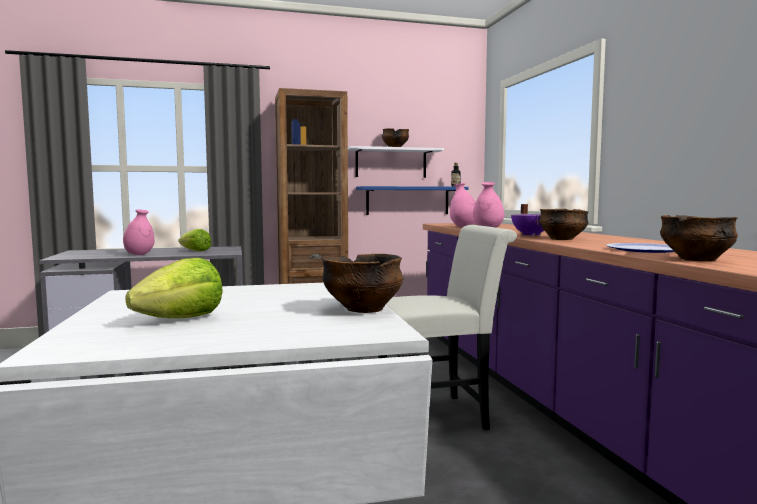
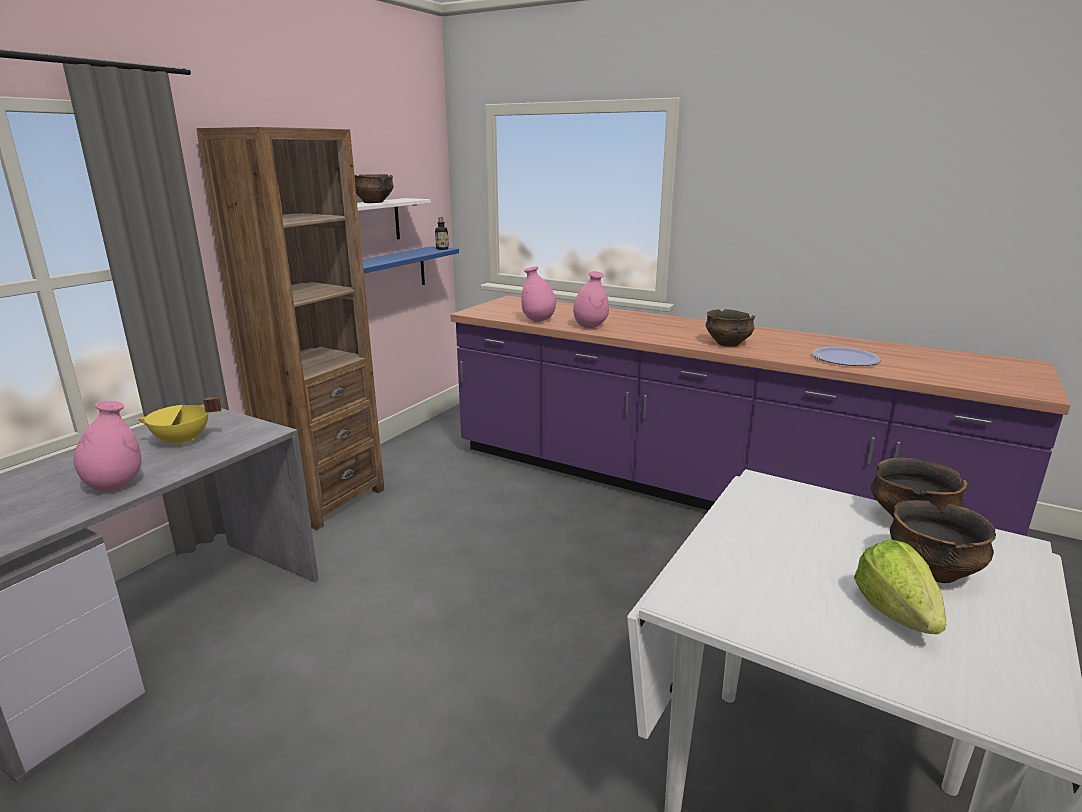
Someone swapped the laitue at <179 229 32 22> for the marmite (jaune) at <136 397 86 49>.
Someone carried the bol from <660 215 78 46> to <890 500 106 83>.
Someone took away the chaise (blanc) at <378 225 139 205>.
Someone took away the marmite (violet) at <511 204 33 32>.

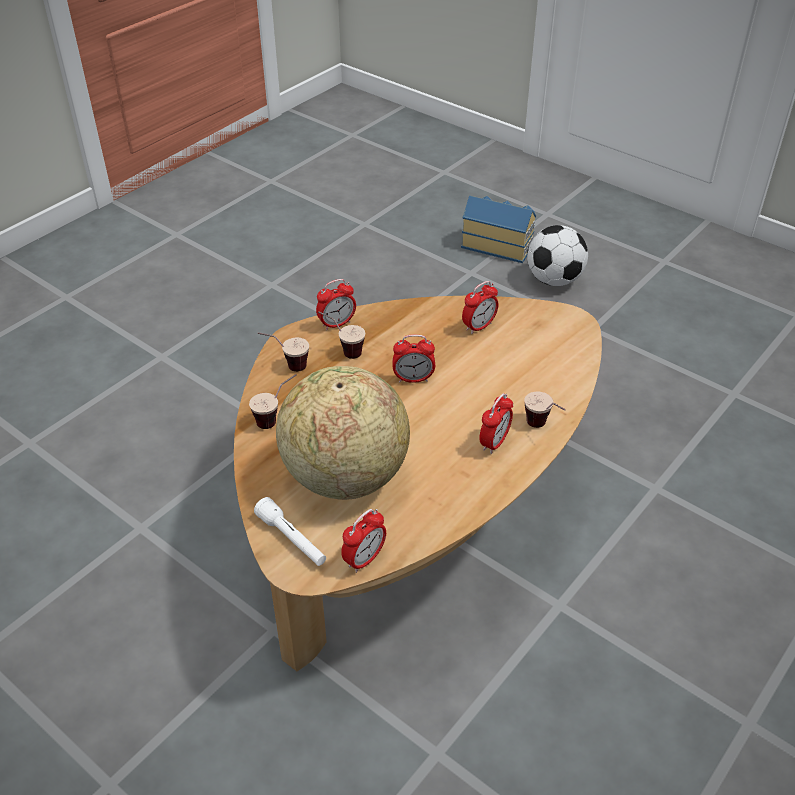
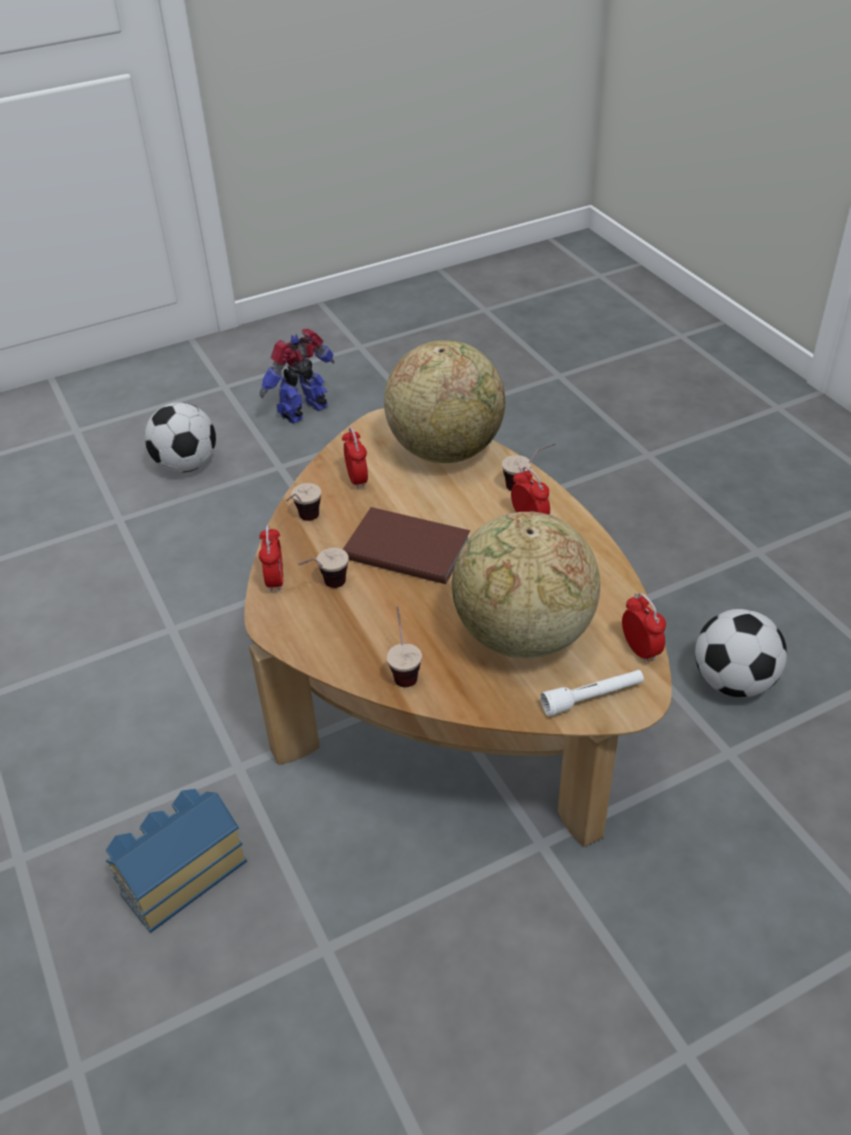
Someone carried the maison miniature from <461 196 75 67> to <106 789 141 144>.
Someone put down the robot jouet at <260 329 74 95>.
Someone carried the tasse from <258 332 51 40> to <286 483 35 38>.
Someone swapped the réveil at <392 335 43 48> for the livre (marron) at <343 507 127 77>.
Someone put down the globe at <384 340 121 123>.
Someone put down the ballon de foot at <695 609 92 88>.

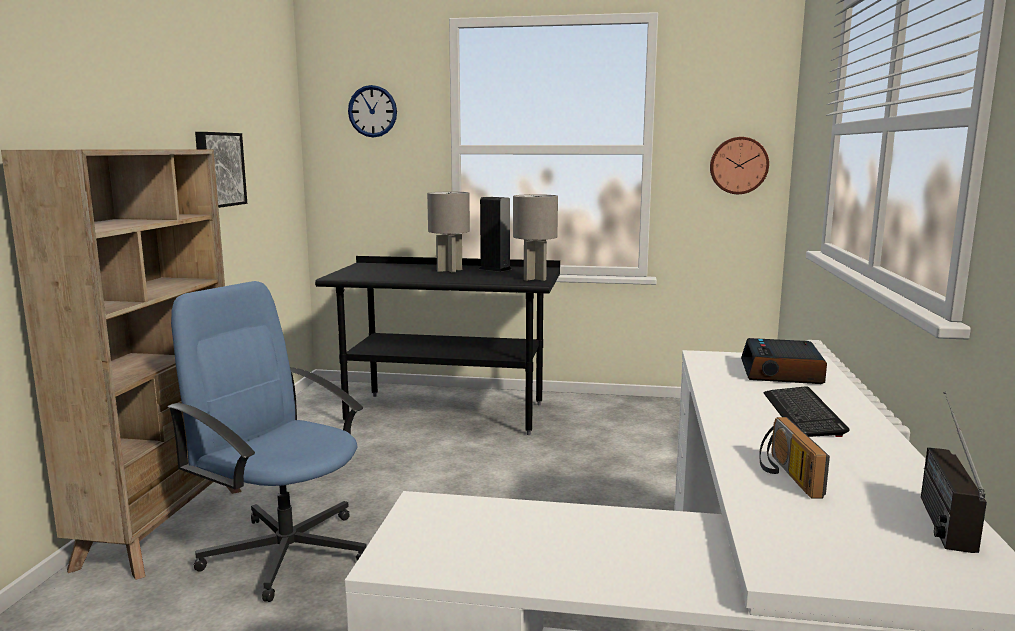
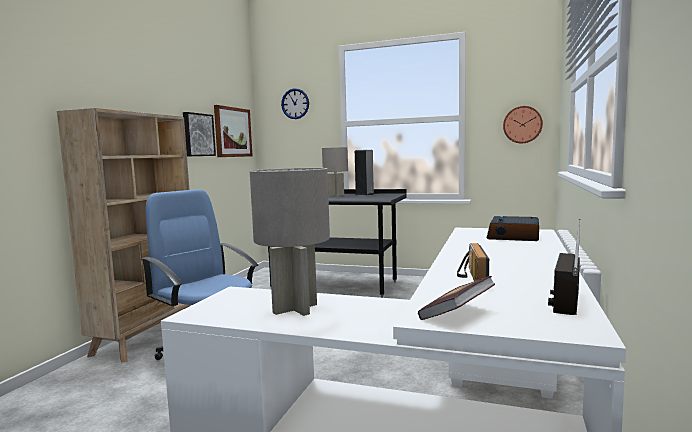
Someone put up the tableau at <214 105 39 52>.
Someone carried the lampe de table (gris) from <513 194 45 87> to <250 168 80 148>.
Someone put down the livre at <418 276 77 44>.
Someone took away the clavier at <764 386 86 51>.

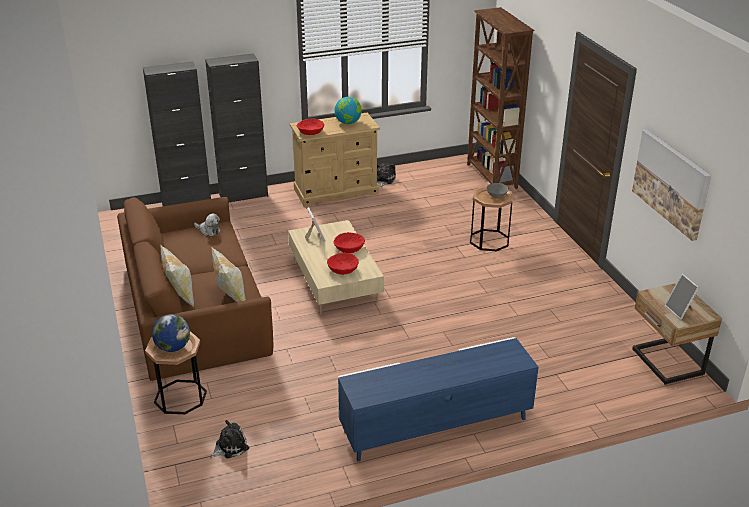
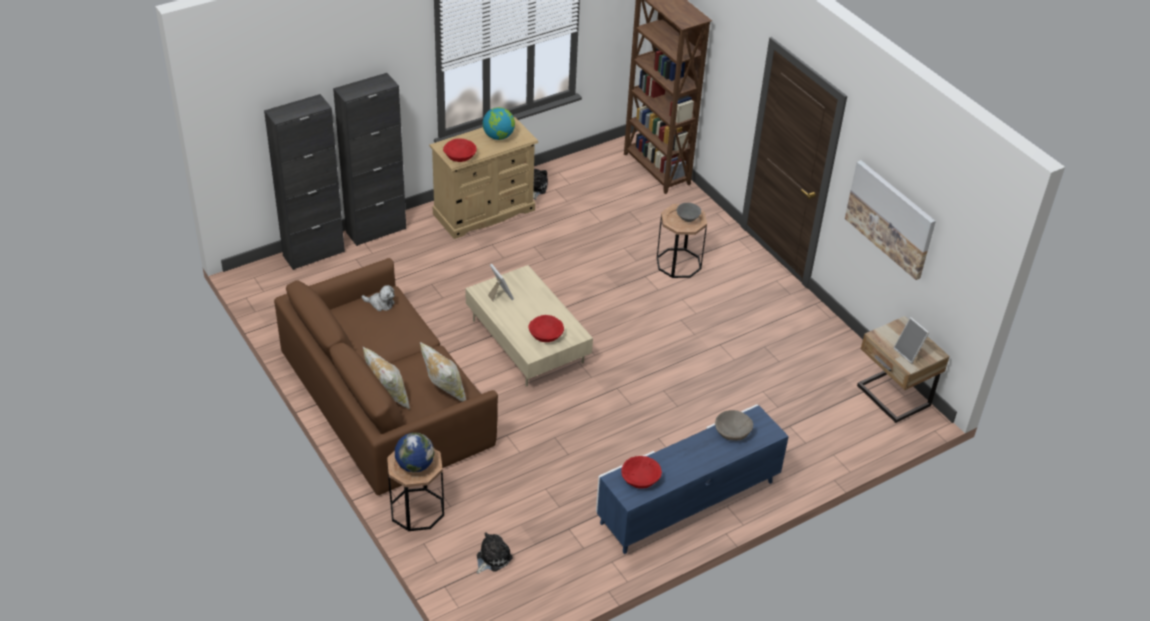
Someone carried the bol (rouge) from <334 232 31 21> to <621 456 41 33>.
Someone put down the bol (beige) at <715 410 38 31>.

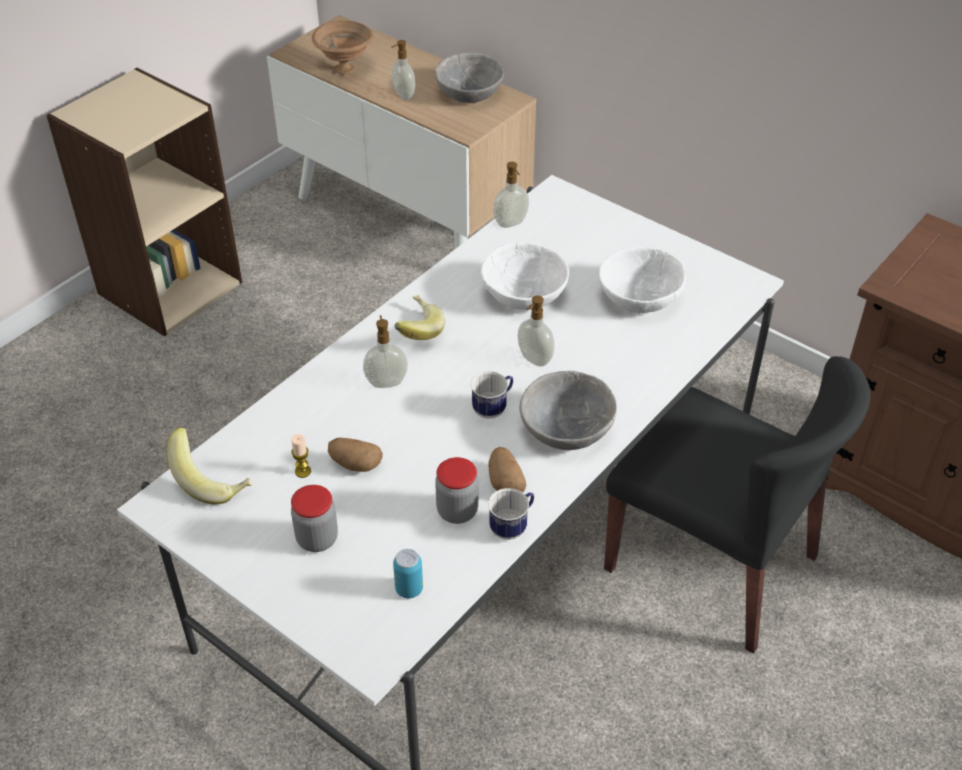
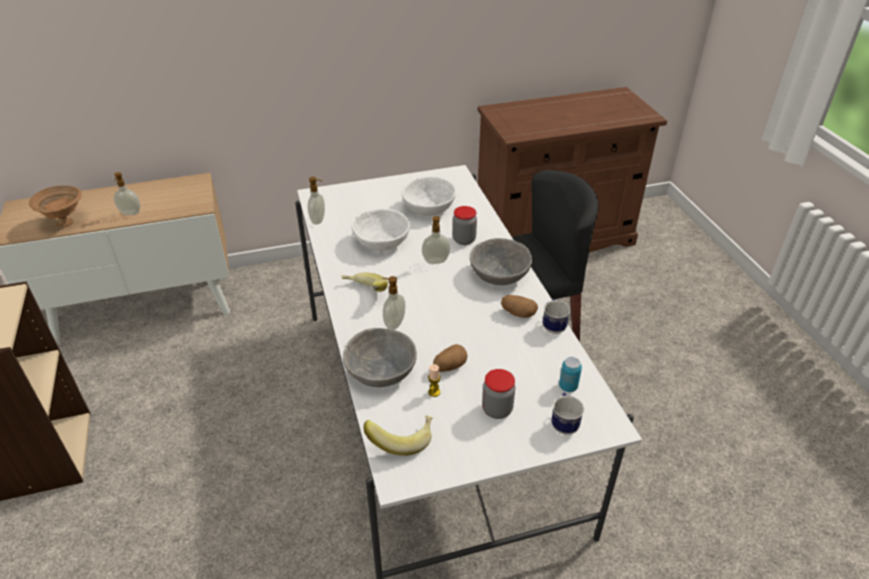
Someone carried the bol (gris) from <435 53 69 50> to <343 328 74 59>.
Someone carried the bocal from <435 457 43 67> to <453 206 24 39>.
Someone carried the mug from <471 371 42 48> to <552 393 32 42>.

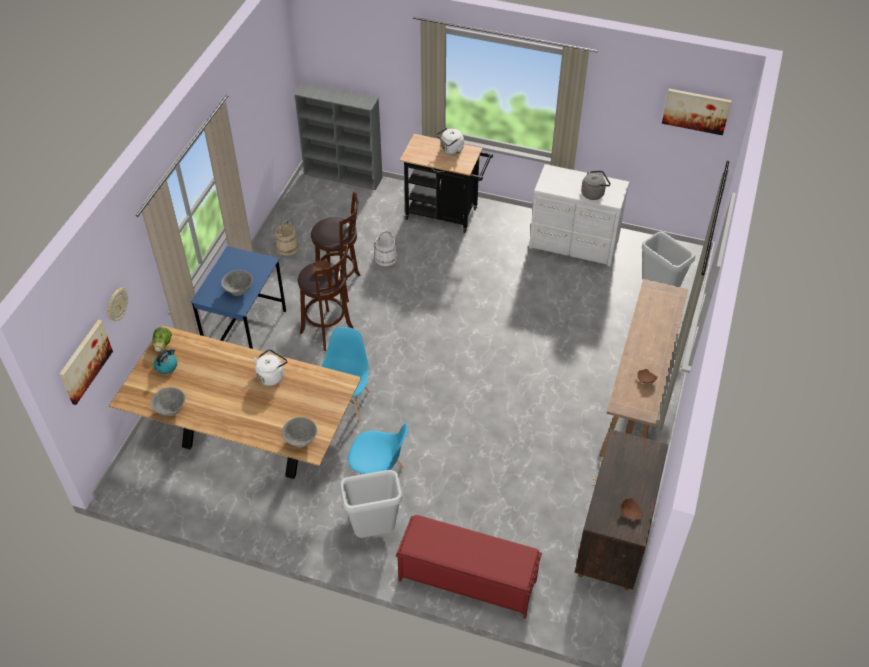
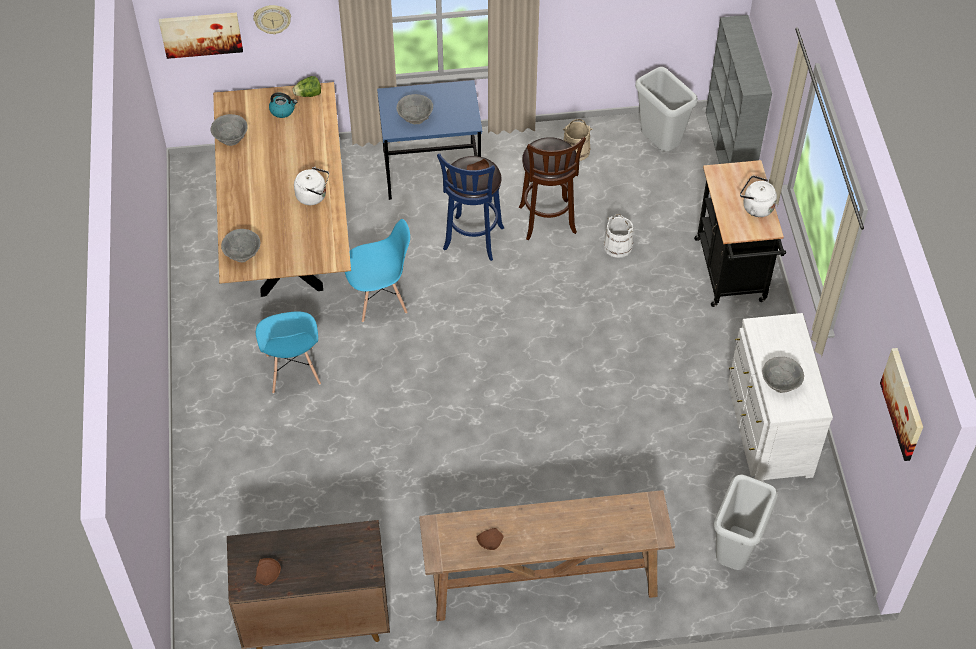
Someone repainted the tabouret (marron) at <298 245 55 106>, which became the tabouret (bleu) at <437 153 67 108>.
Someone carried the poubelle (gris) from <339 470 64 68> to <635 67 63 85>.
Someone swapped the bouilloire (gris) at <581 171 30 29> for the bol (gris) at <762 357 42 36>.
Someone took away the banc (rouge) at <396 515 146 104>.

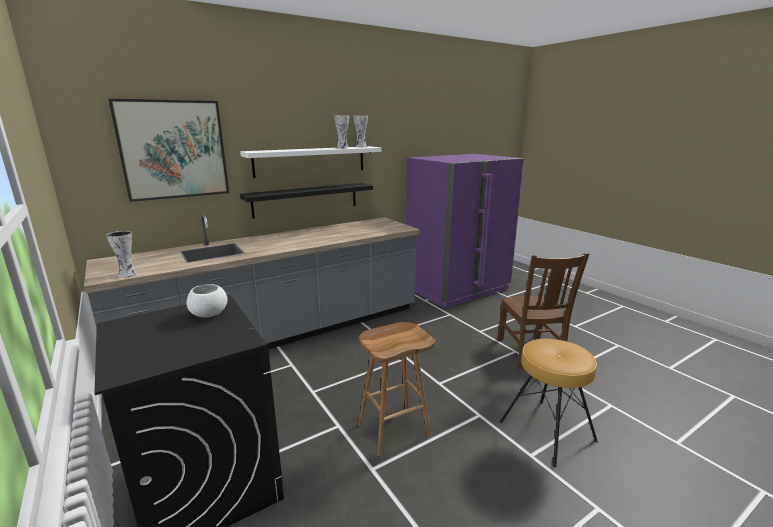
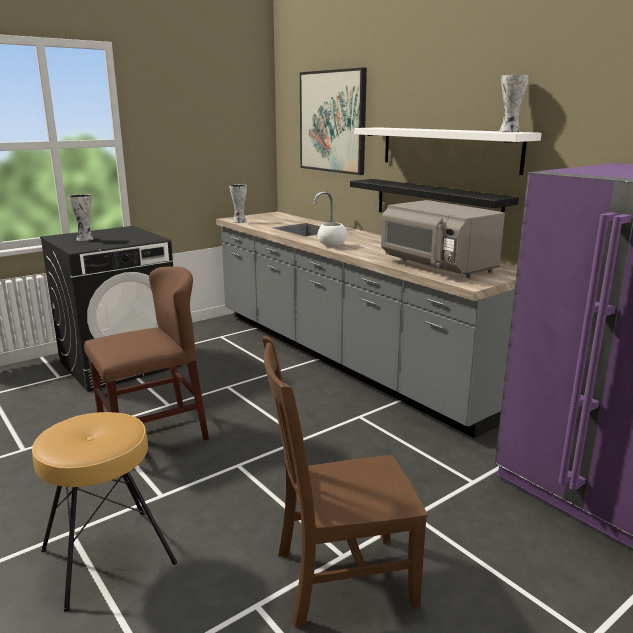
Someone carried the vase from <334 115 15 34> to <68 194 26 47>.
Someone swapped the tabouret (marron) at <358 322 77 134> for the chaise (marron) at <84 266 125 174>.
Someone carried the bol (blanc) from <187 284 40 34> to <318 222 29 25>.
Someone put down the micro-ondes (gris) at <381 200 124 78>.

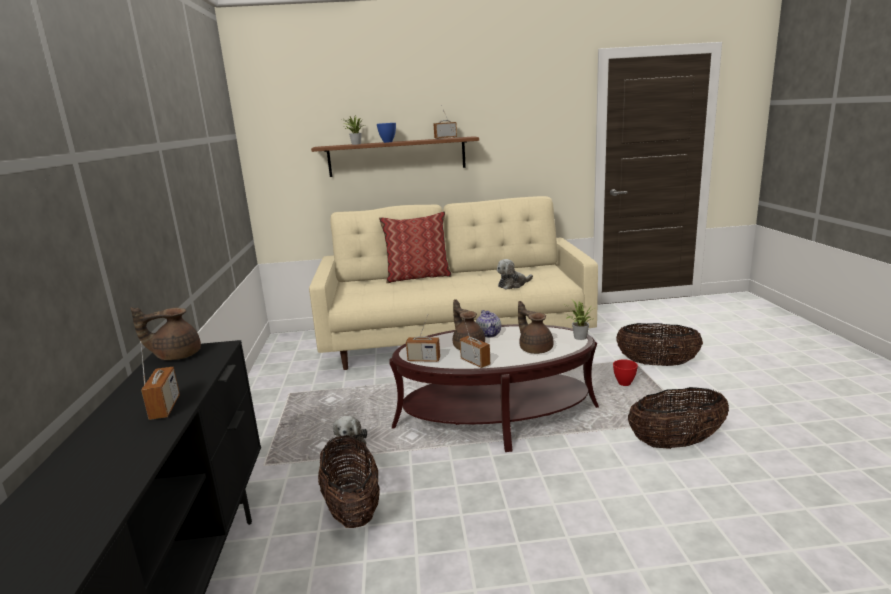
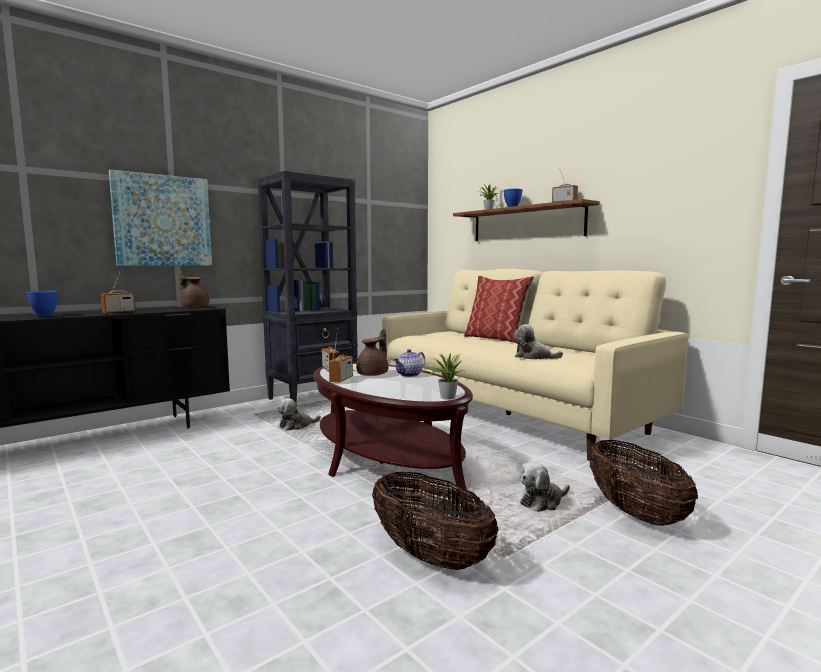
Someone put down the bol (bleu) at <26 291 32 26>.
Someone put up the tableau at <109 169 103 97>.
Someone put down the bibliothèque (noir) at <258 171 100 235>.
Someone swapped the bol (rouge) at <613 359 25 27> for the peluche at <519 462 51 50>.
Someone took away the panier at <318 435 62 93>.
Someone took away the théière (marron) at <518 301 35 53>.

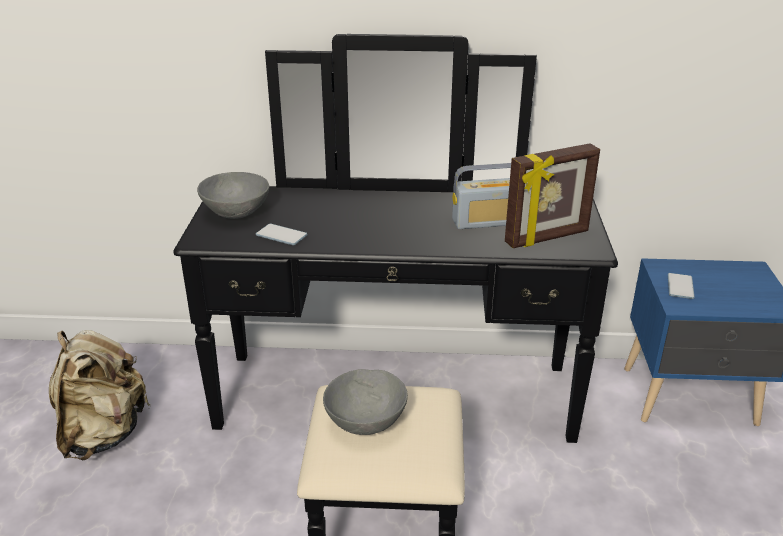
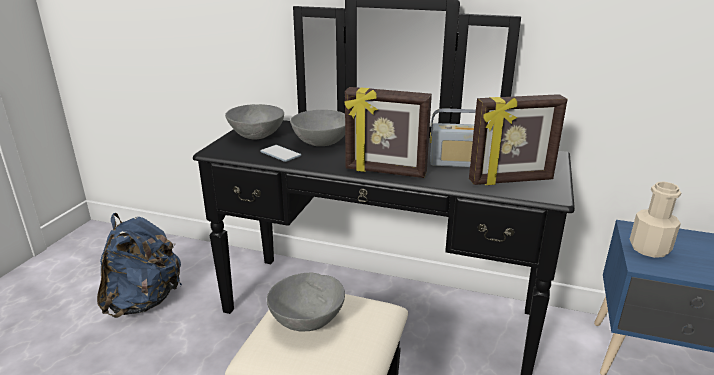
Someone repainted the sac à dos (beige) at <49 330 101 130>, which became the sac à dos (bleu) at <97 213 85 105>.
Someone put down the bol (gris) at <290 110 55 36>.
Someone put down the cadre photo at <345 87 87 91>.
Someone swapped the téléphone at <668 273 27 26> for the bouteille (beige) at <630 182 51 76>.

